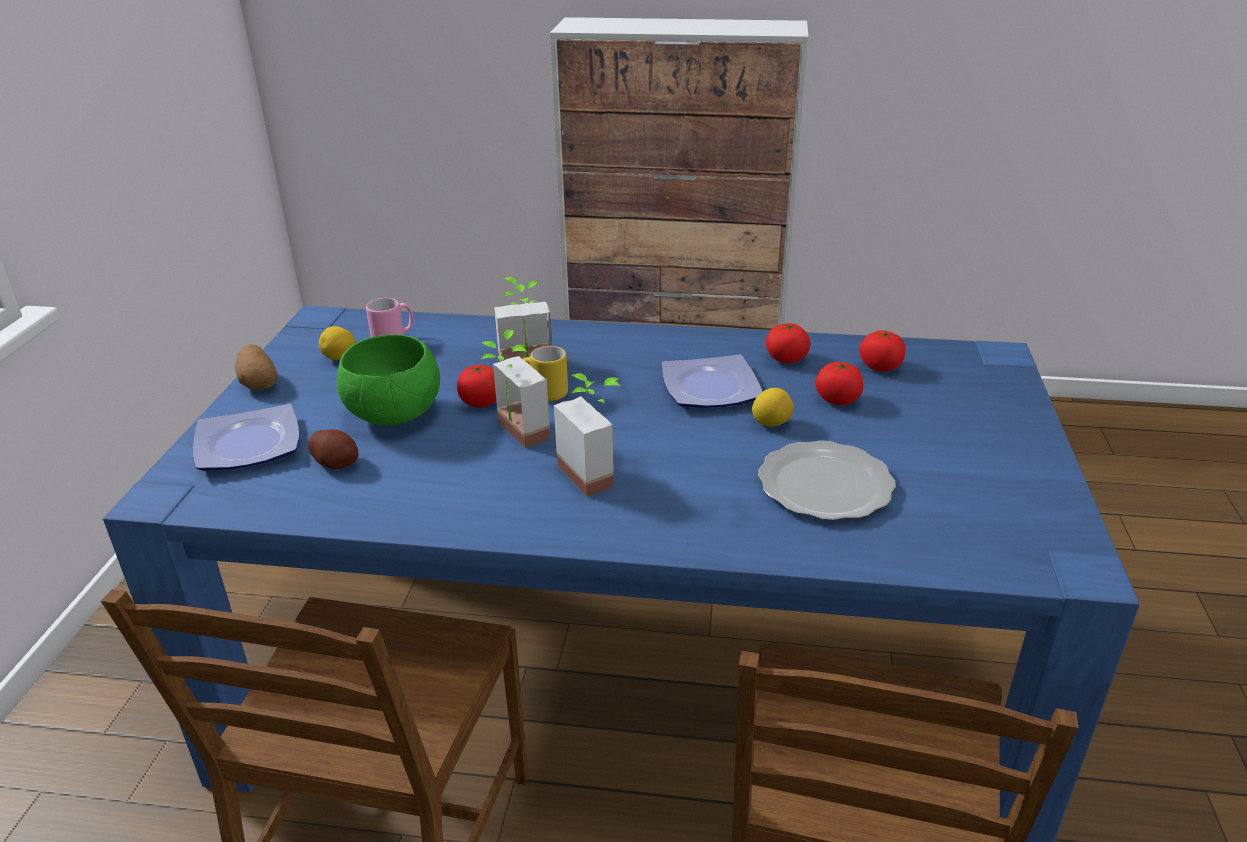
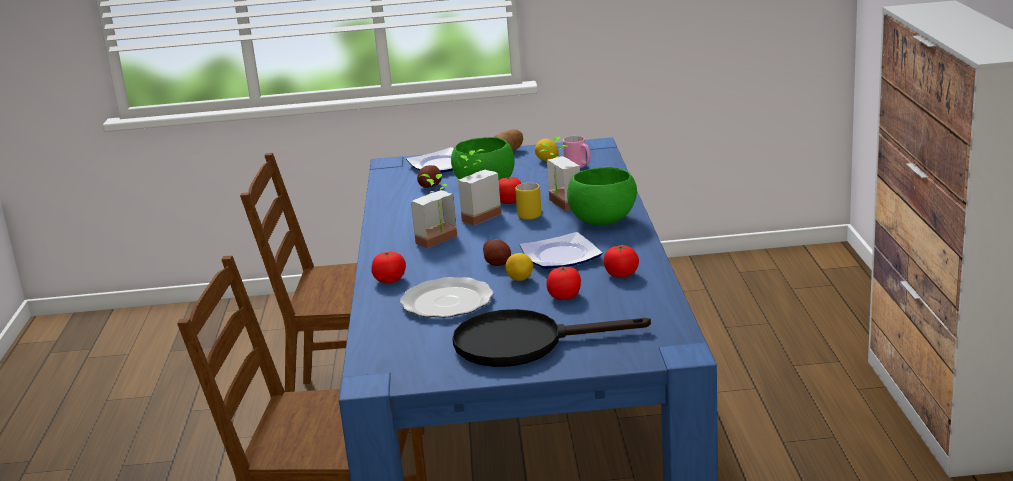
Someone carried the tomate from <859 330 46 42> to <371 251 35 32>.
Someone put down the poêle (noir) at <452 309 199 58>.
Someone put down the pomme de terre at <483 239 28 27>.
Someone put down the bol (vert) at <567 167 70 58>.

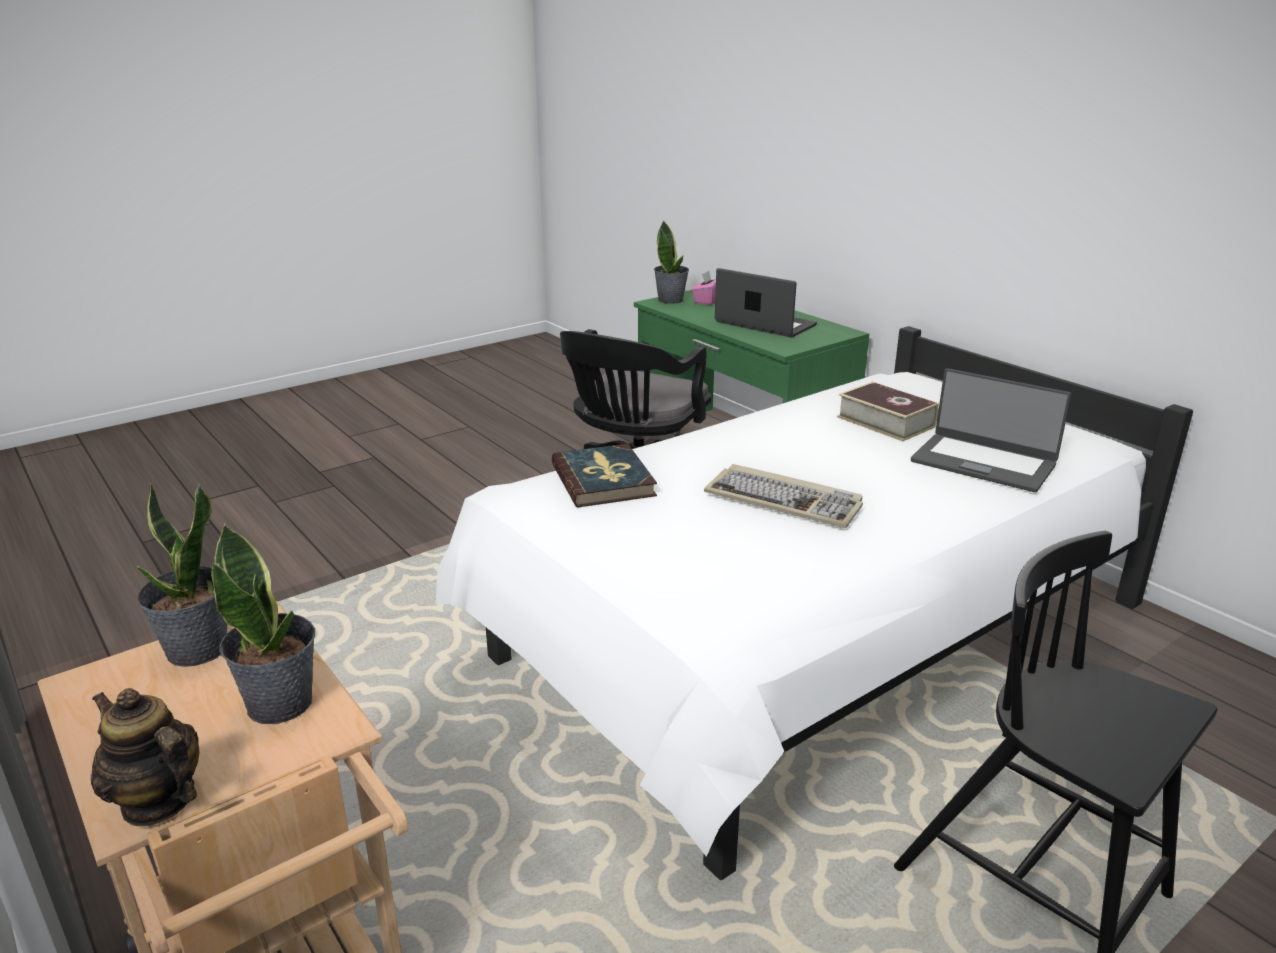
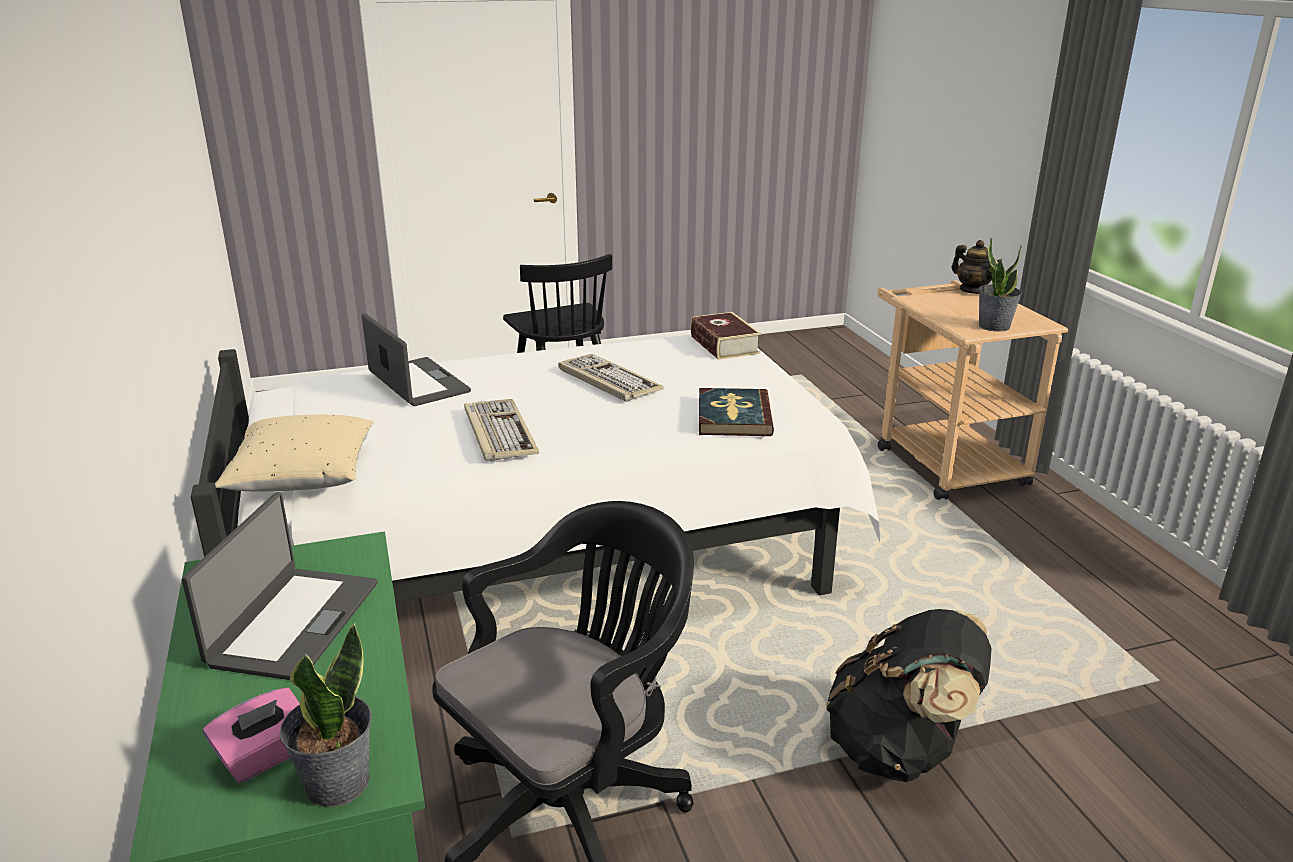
Someone rotated the ordinateur portable at <715 268 102 70> by 135 degrees counterclockwise.
Someone put down the coussin (beige) at <215 415 159 76>.
Someone put down the clavier at <464 399 75 62>.
Someone carried the livre from <837 382 102 60> to <691 312 70 48>.
Someone put down the sac à dos (noir) at <826 609 165 173>.
Someone took away the plante en pot at <211 523 104 201>.

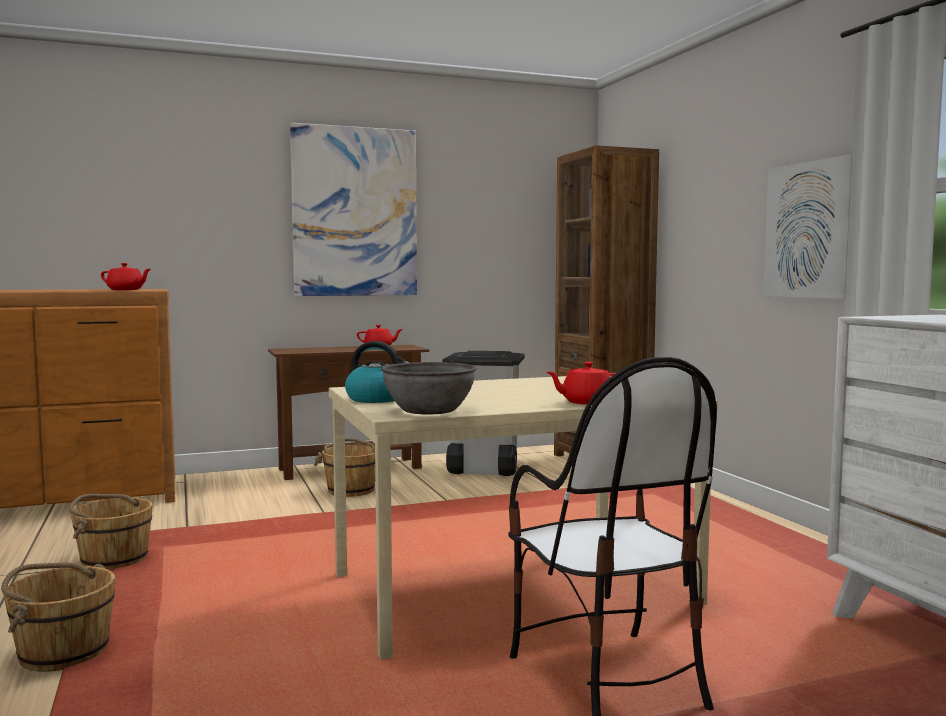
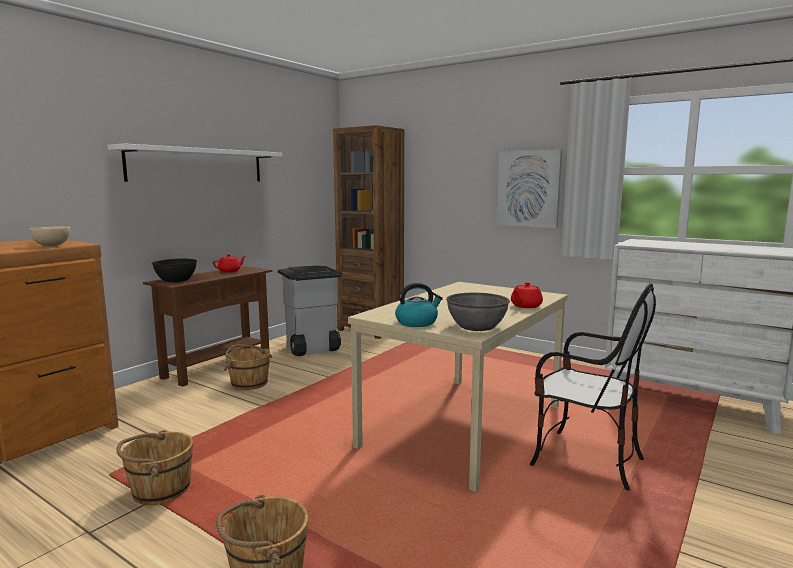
Someone swapped the théière (rouge) at <101 263 50 27> for the bol (beige) at <29 226 41 20>.
Someone swapped the tableau at <290 123 127 173> for the étagère (blanc) at <108 143 174 39>.
Someone put down the bol (noir) at <152 259 45 23>.

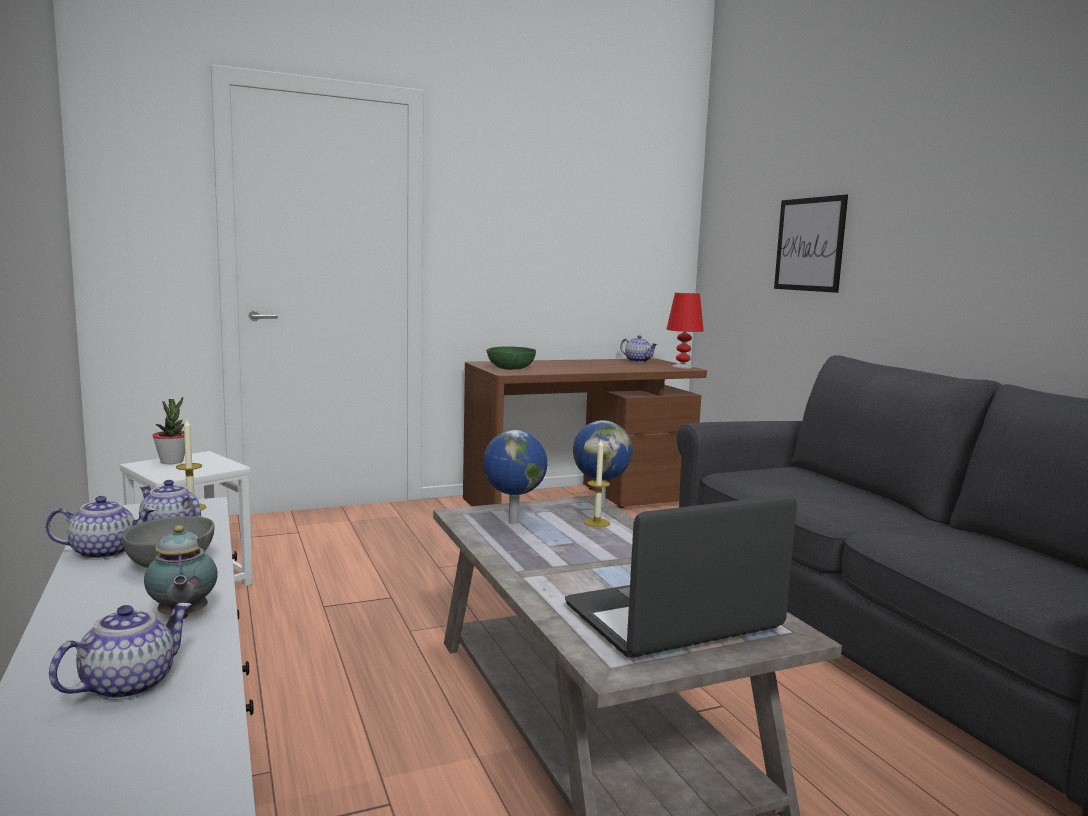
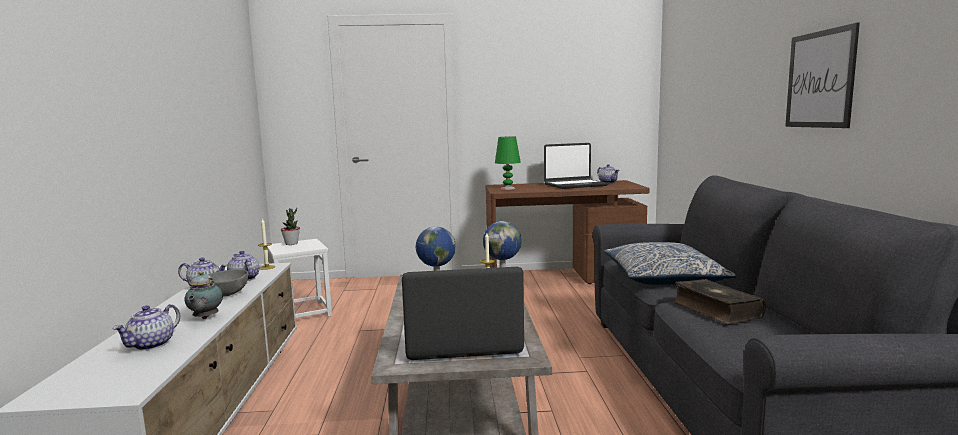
Someone rotated the théière at <49 603 143 97> by 150 degrees clockwise.
Someone swapped the bol (vert) at <487 346 49 24> for the lampe de table (vert) at <495 136 26 54>.
Someone put down the ordinateur portable at <544 143 65 46>.
Someone put down the coussin at <605 242 132 43>.
Someone put down the livre at <674 279 92 45>.
Someone carried the tableau from <774 195 74 98> to <785 23 75 105>.
Someone took away the lampe de table (rouge) at <666 293 38 76>.

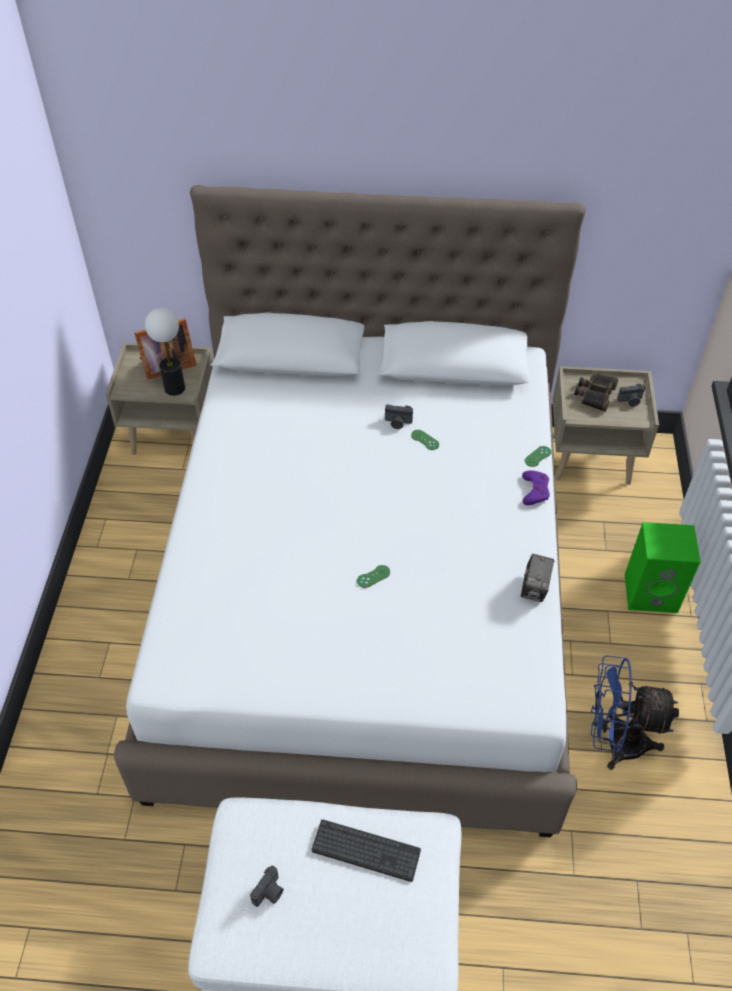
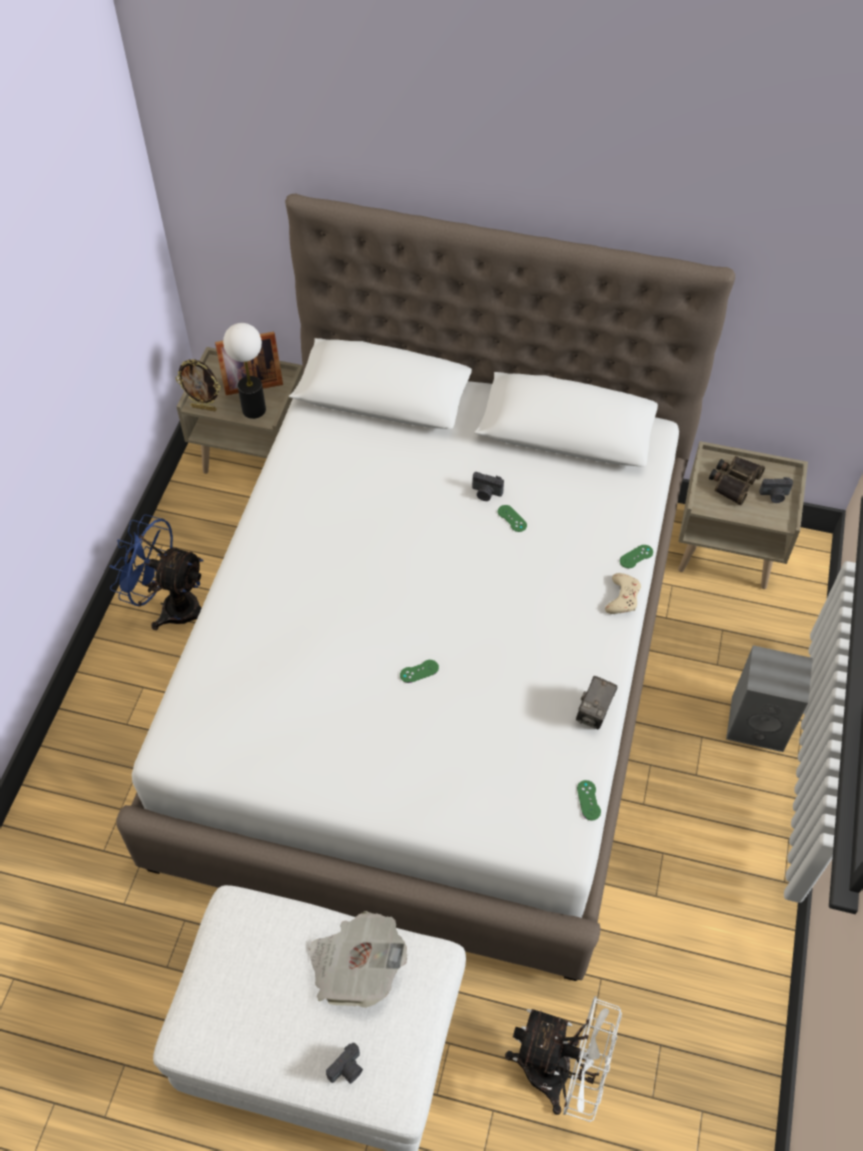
Someone carried the ventilateur (bleu) from <591 655 88 115> to <109 514 95 116>.
Someone put down the cadre photo at <175 359 46 52>.
Someone swapped the clavier at <311 819 110 63> for the journal at <309 911 98 97>.
Someone carried the appareil photo from <250 866 34 41> to <326 1043 37 41>.
Someone put down the ventilateur (blanc) at <505 996 117 126>.
Someone put down the manette (vert) at <577 780 24 40>.
Someone repainted the manette (violet) at <522 471 28 34>, which became the manette (beige) at <605 573 36 41>.
Someone repainted the enceinte (vert) at <625 522 75 91>, which became the enceinte (gris) at <726 645 87 107>.

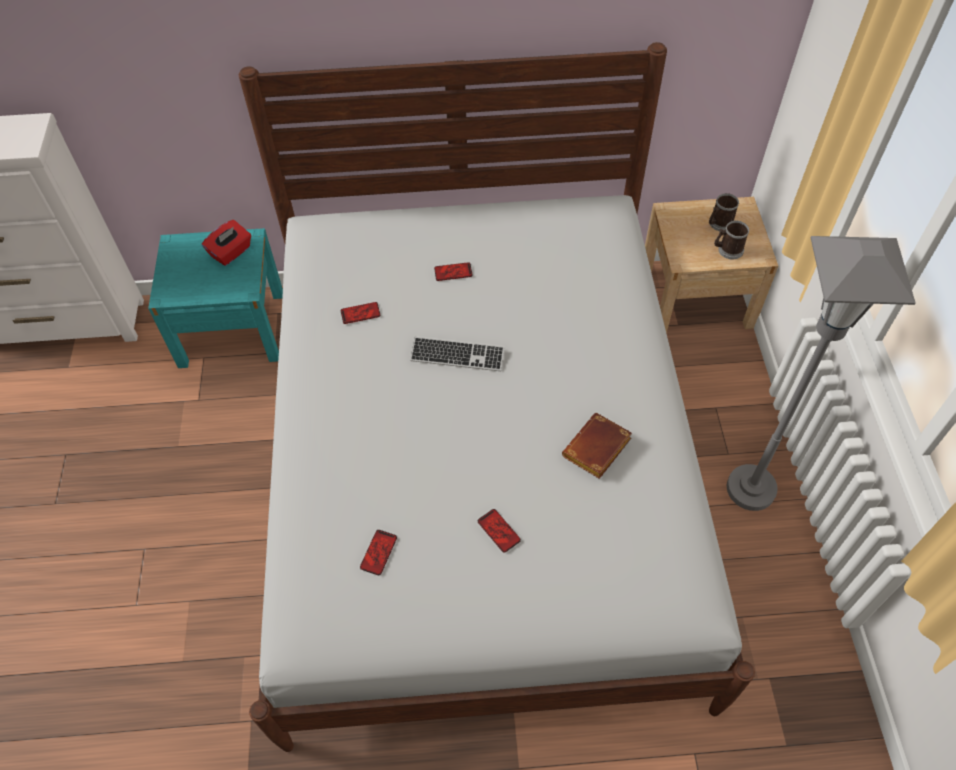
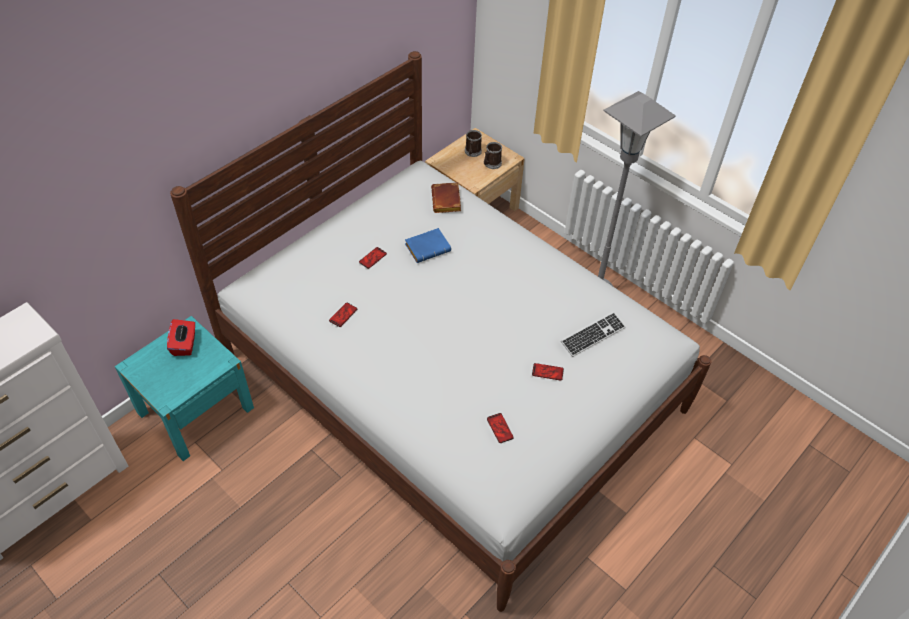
Someone put down the livre (bleu) at <405 228 46 35>.
Someone carried the livre (marron) from <562 413 70 66> to <431 182 30 31>.
Someone carried the clavier from <410 337 95 34> to <561 312 65 45>.

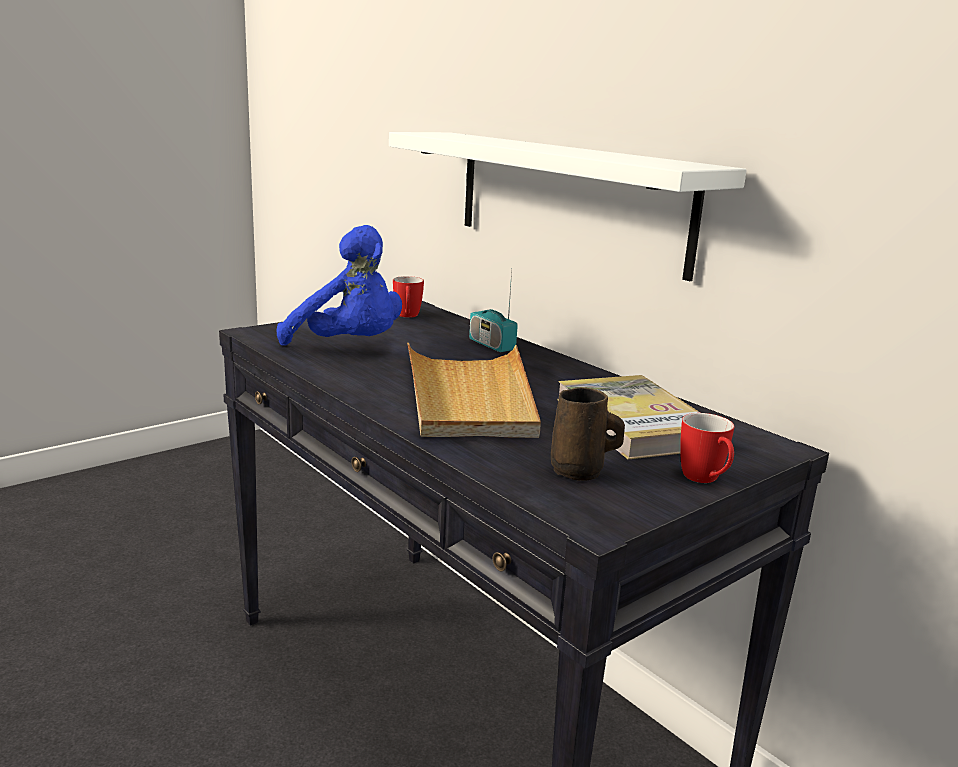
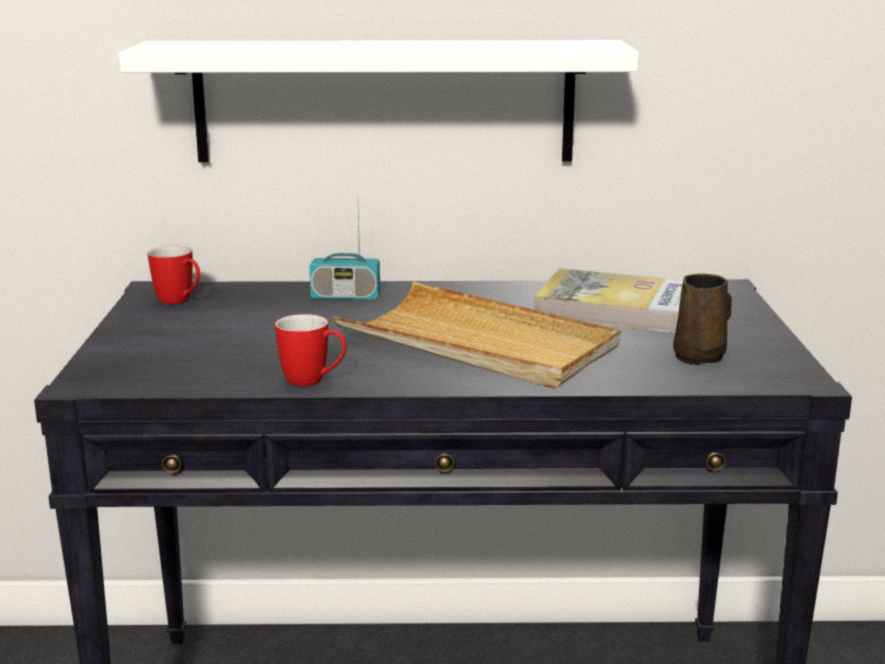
Someone carried the mug from <680 413 54 70> to <275 314 71 73>.
Someone took away the peluche (bleu) at <277 225 125 121>.

